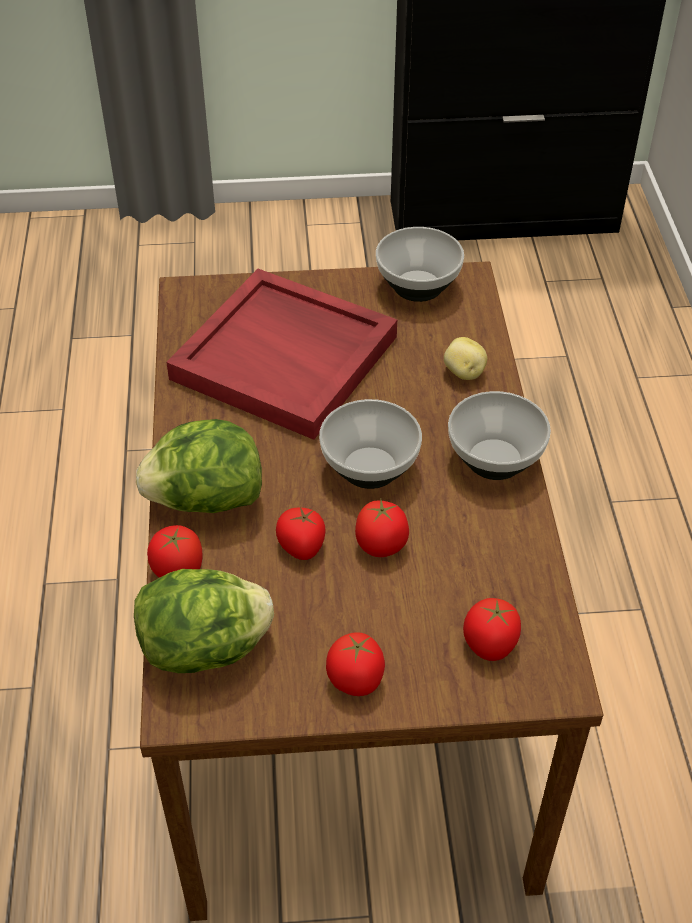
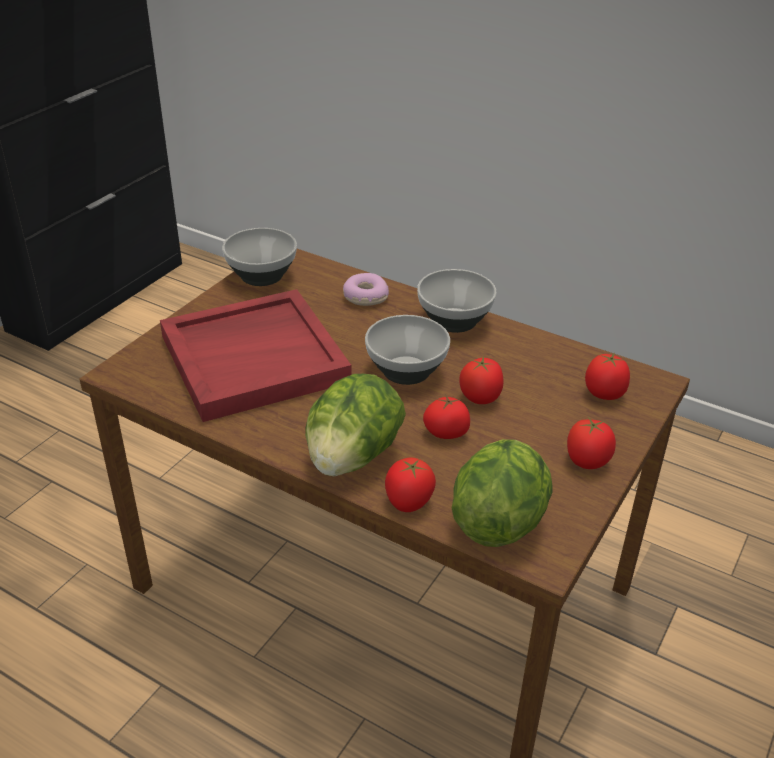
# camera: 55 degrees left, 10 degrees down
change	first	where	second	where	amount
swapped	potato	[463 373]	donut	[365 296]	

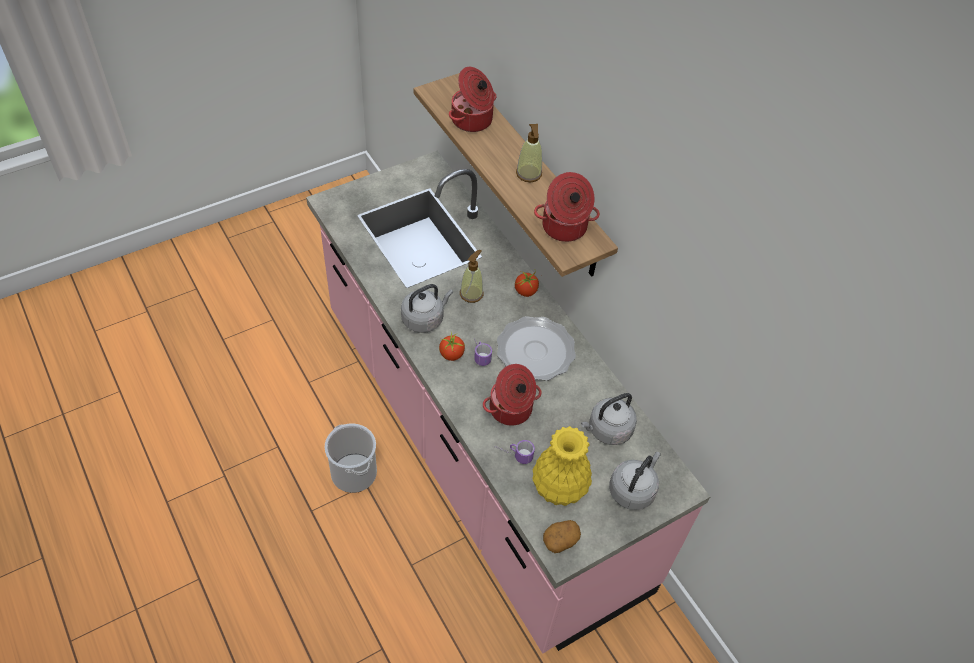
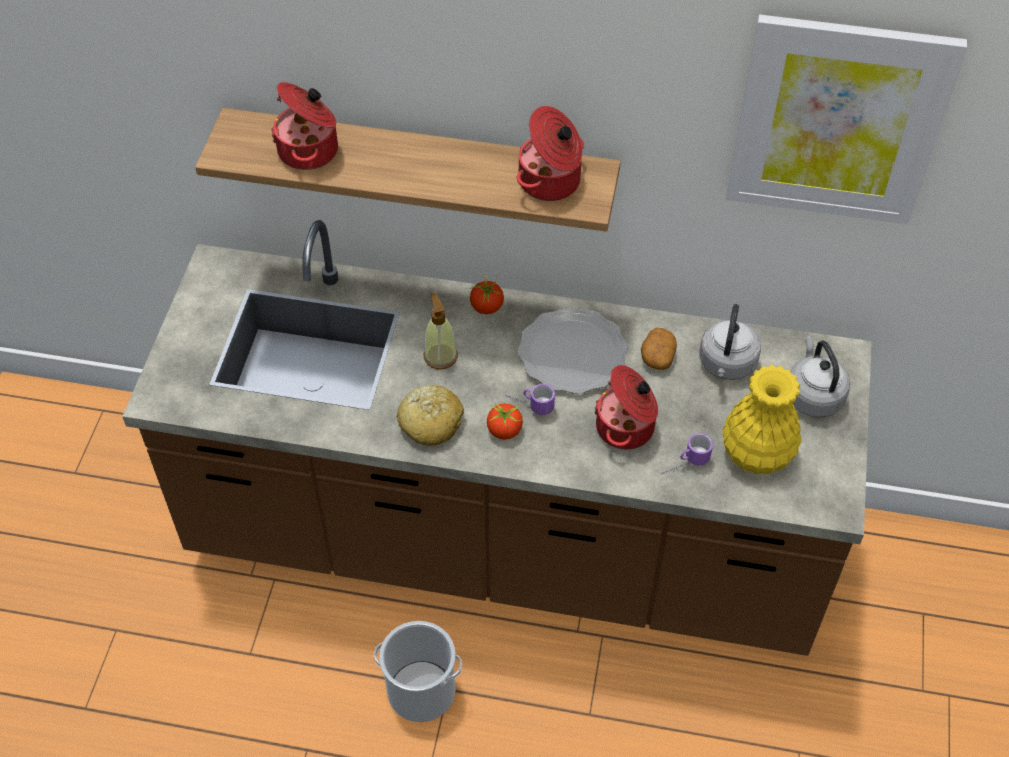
# camera: 45 degrees left, 0 degrees up
change	first	where	second	where	amount
gone	soap_dispenser	[528 174]			
repainted	pink_counter	[477 446]	brown_counter	[504 542]	
swapped	grey_kettle	[424 319]	bread	[431 422]	
shifted	potato	[560 540]		[657 356]	
new			picture	[837 121]	

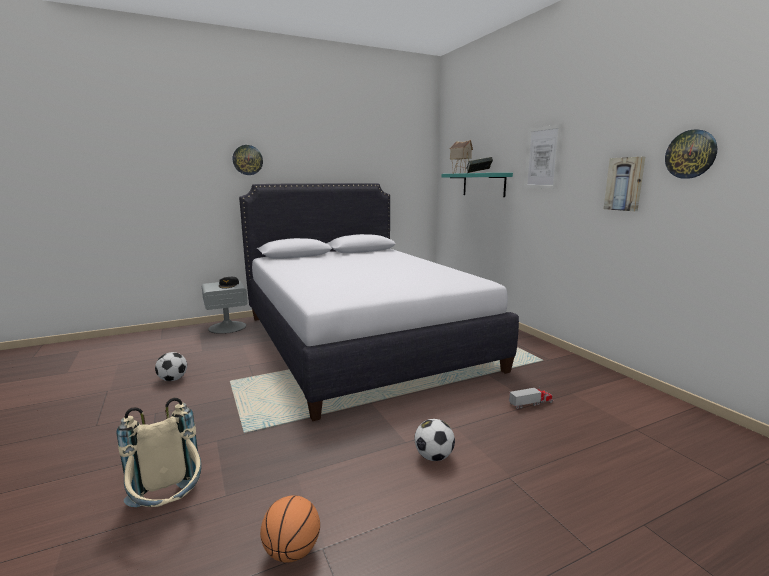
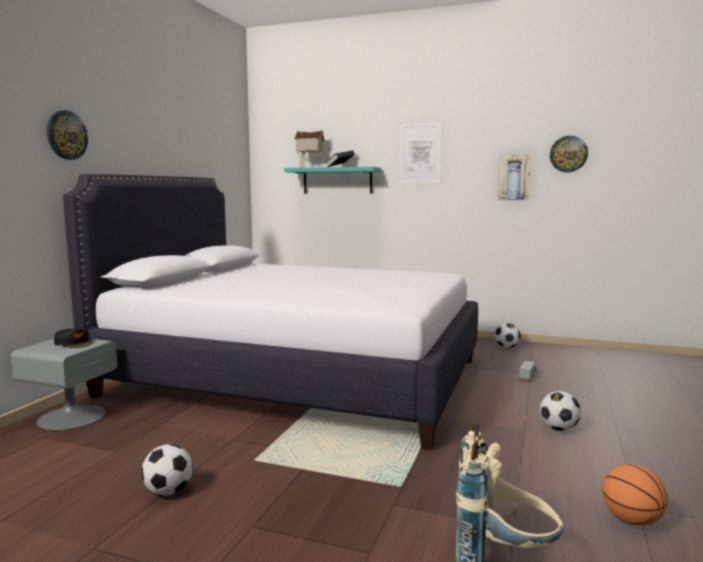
# camera: 45 degrees left, 5 degrees down
change	first	where	second	where	amount
new			football	[507 347]	

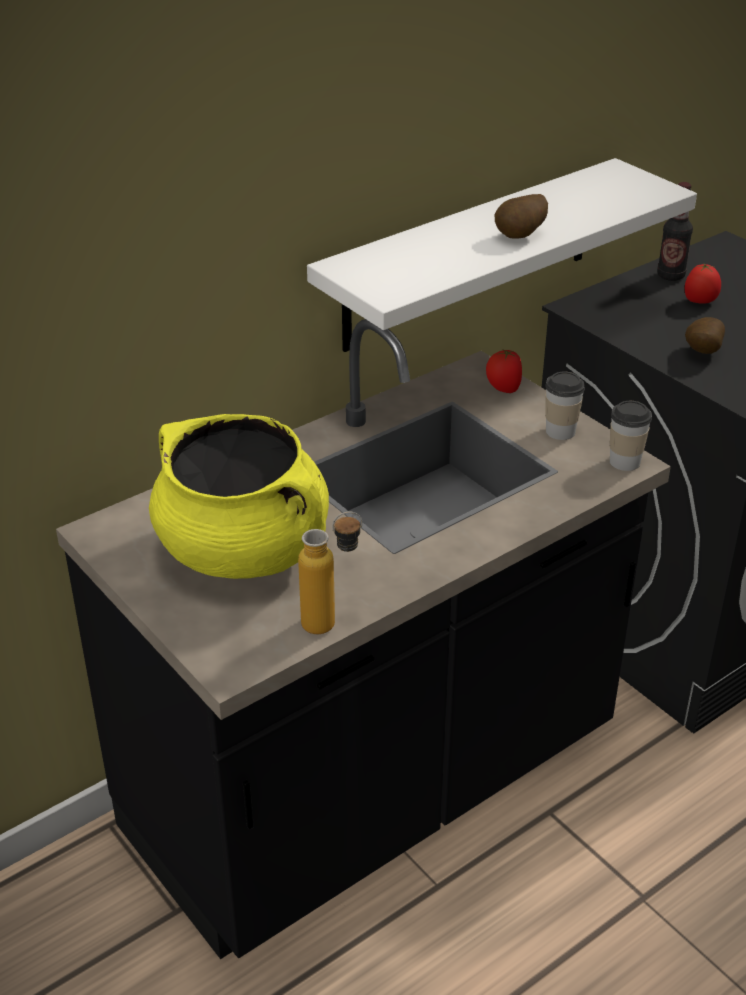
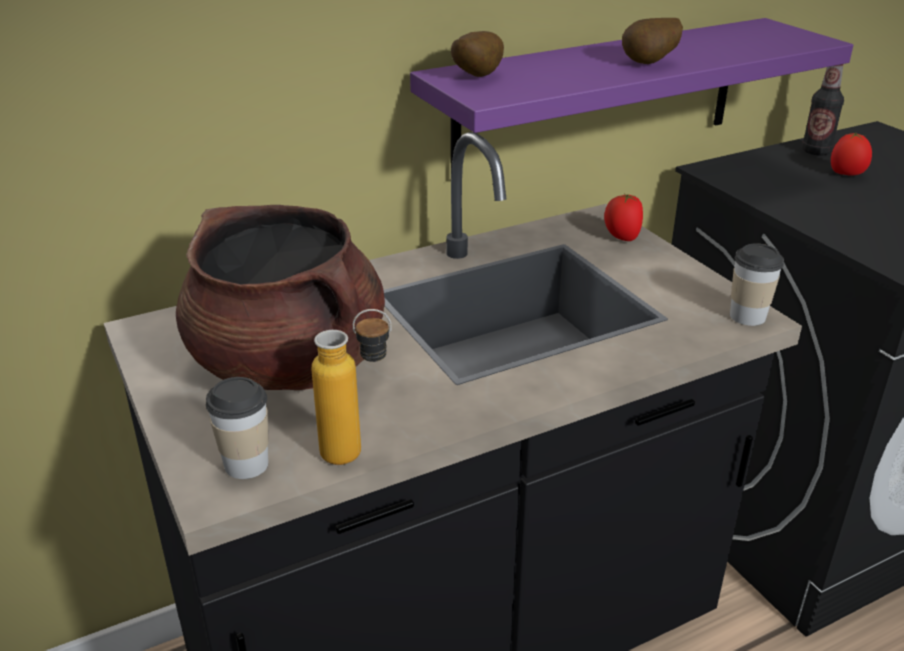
# camera: 10 degrees right, 5 degrees down
change	first	where	second	where	amount
repainted	white_shelf	[470 255]	purple_shelf	[599 97]	
shifted	potato	[701 353]		[475 77]	
shifted	cup	[560 431]		[246 464]	
repainted	yellow_cooking_pot	[244 551]	brown_cooking_pot	[290 364]	

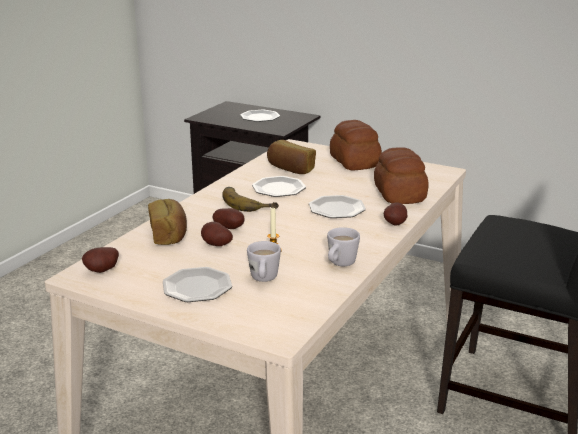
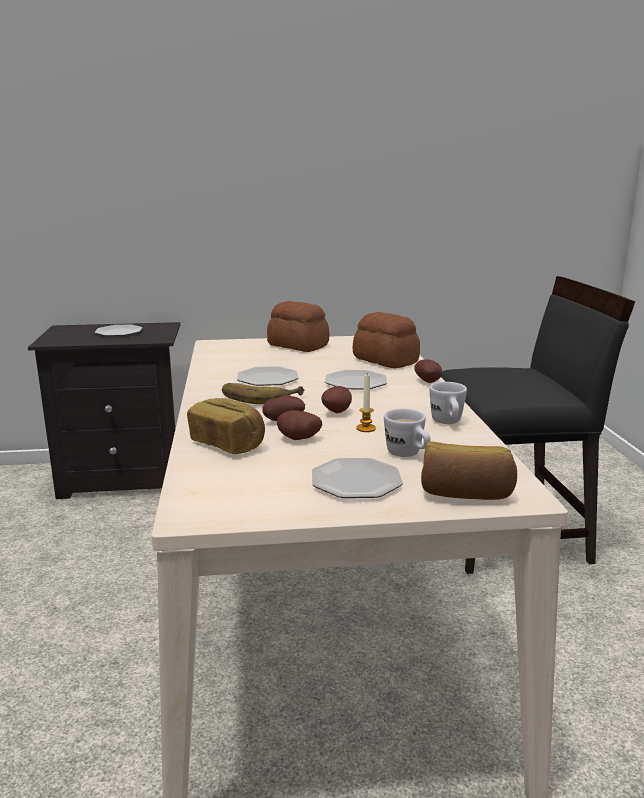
# camera: 35 degrees left, 5 degrees down
change	first	where	second	where	amount
shifted	bread	[290 169]		[465 493]	
shifted	potato	[103 271]		[338 412]	

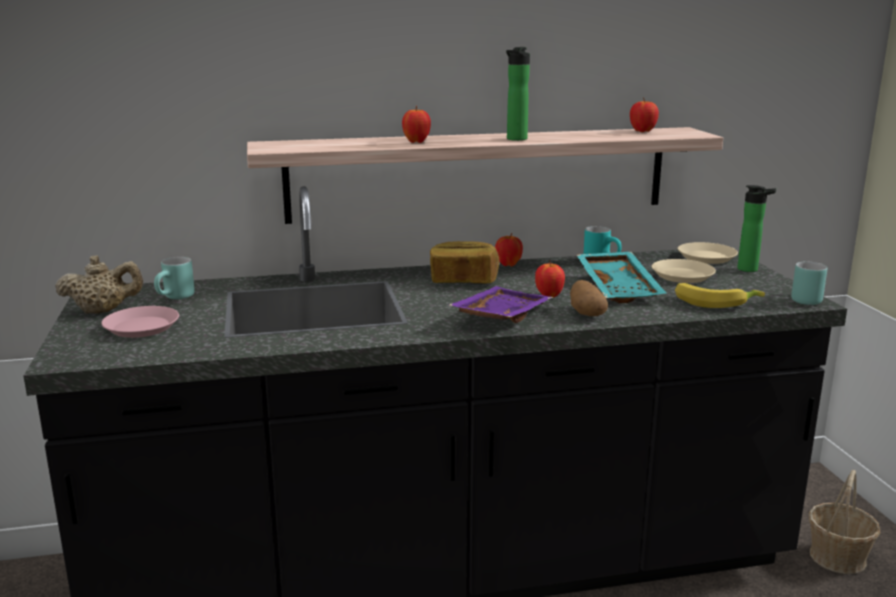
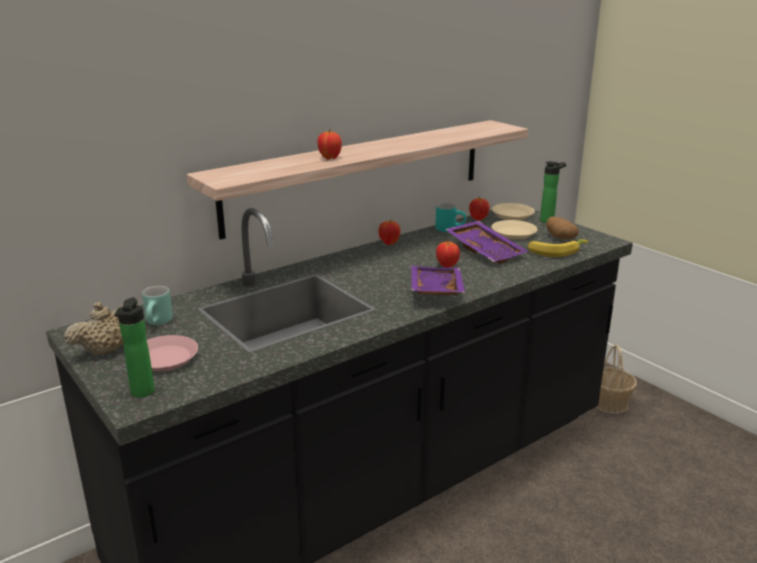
# camera: 25 degrees left, 5 degrees up
change	first	where	second	where	amount
shifted	bottle	[515 139]		[141 393]	
shifted	apple	[642 131]		[478 219]	
gone	bread	[463 280]			
repainted	turquoise_tray	[620 288]	purple_tray	[486 250]	
gone	turquoise_mug	[803 299]			
shifted	potato	[586 313]		[559 237]	

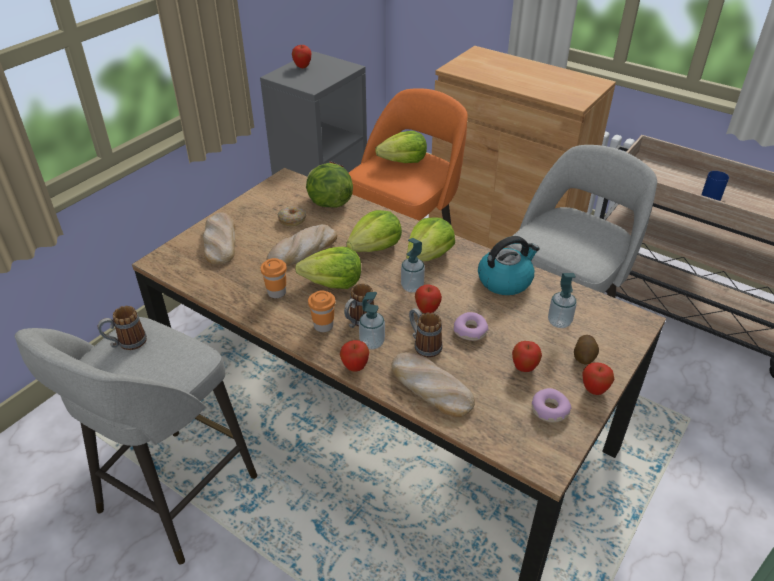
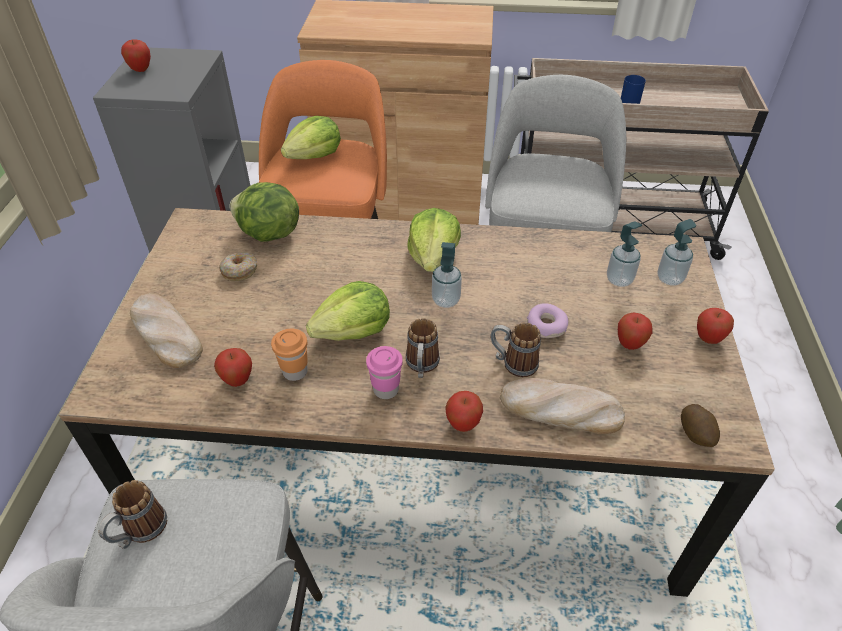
# camera: 30 degrees left, 5 degrees up
change	first	where	second	where	amount
gone	lettuce	[375 247]			
gone	bread	[302 250]			
gone	kettle	[505 280]			
shifted	apple	[427 310]		[238 380]	
repainted	orange_cup	[323 326]	pink_cup	[386 390]	
shifted	soap_dispenser	[372 343]		[670 278]	
shifted	potato	[584 357]		[696 433]	
gone	donut	[549 410]			

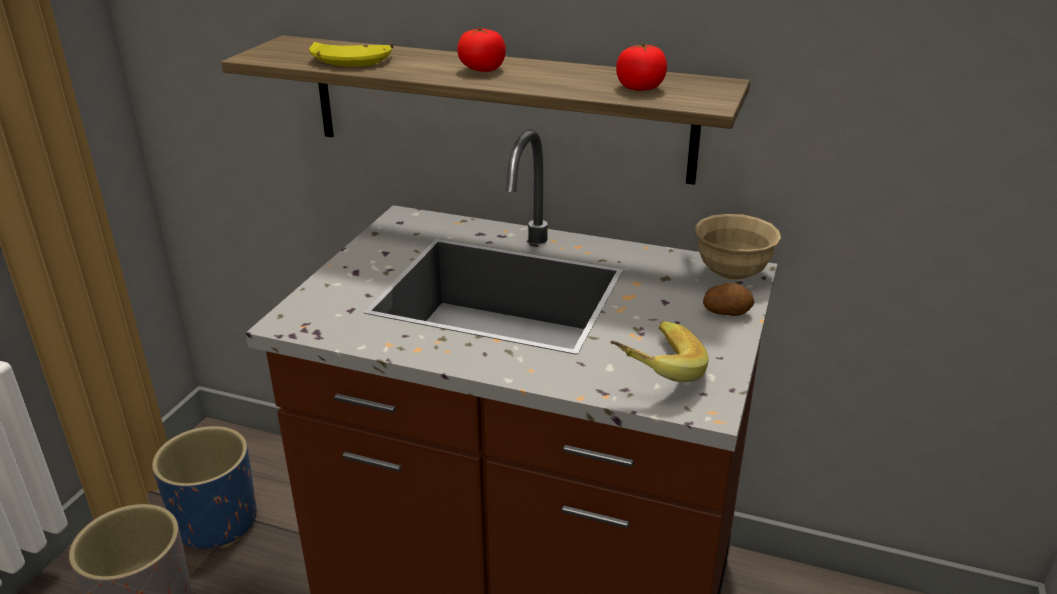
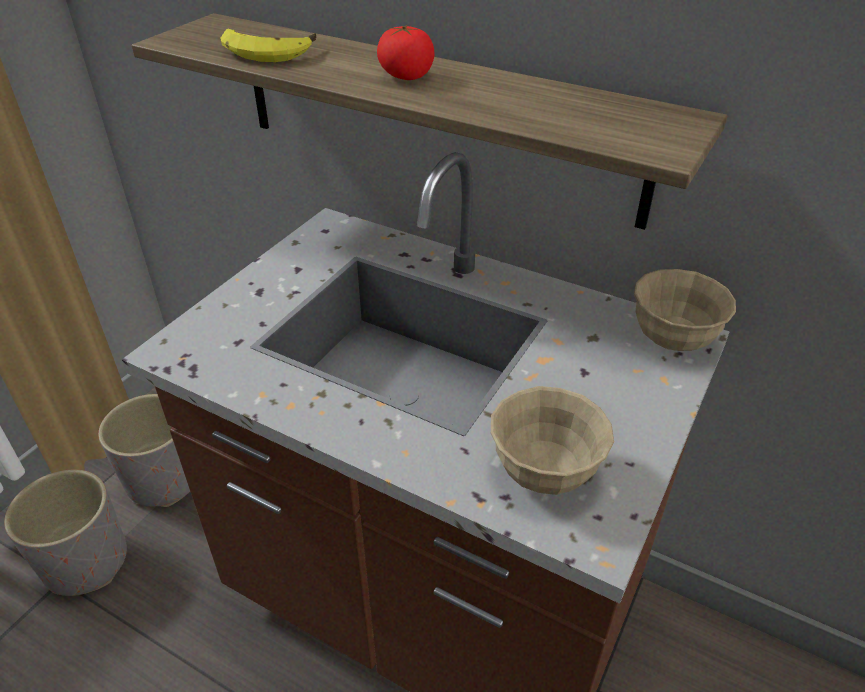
# camera: 10 degrees right, 10 degrees up
change	first	where	second	where	amount
gone	tomato	[640 88]			
gone	potato	[726 311]			
swapped	banana	[652 370]	beige_bowl	[544 473]	
repainted	blue_planter	[215 523]	grey_planter	[163 480]	

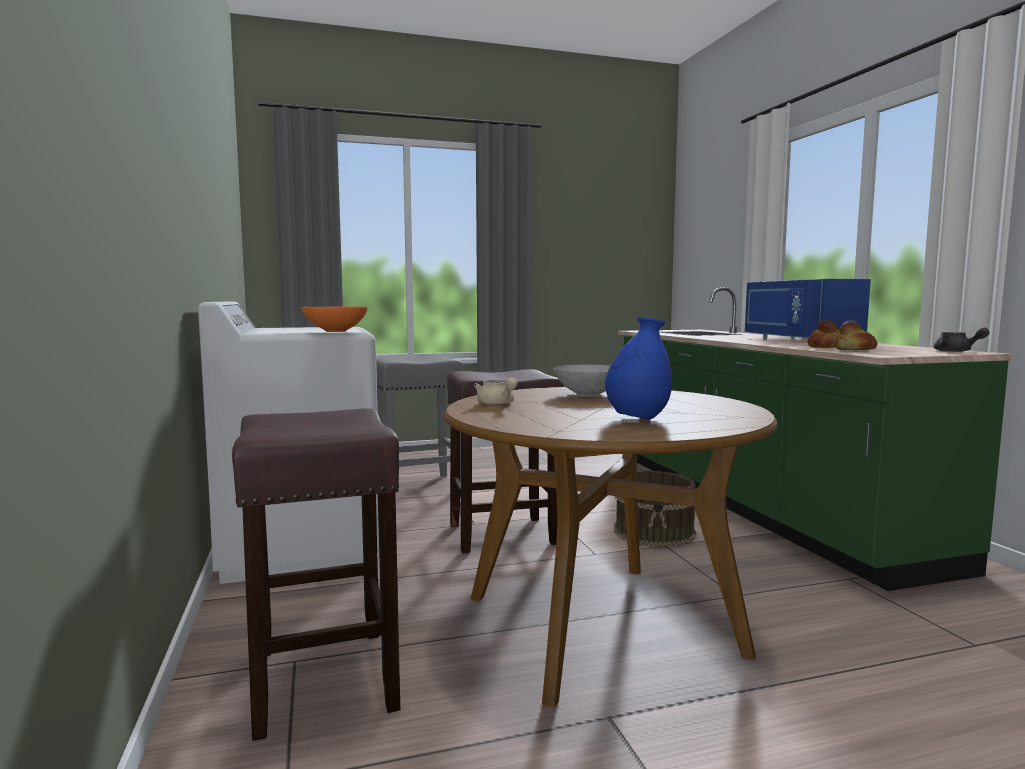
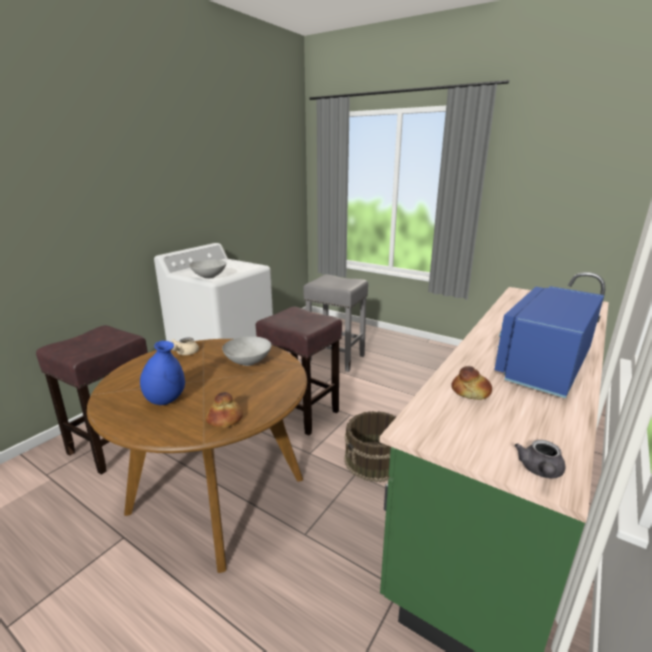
# camera: 50 degrees right, 15 degrees up
change	first	where	second	where	amount
repainted	orange_bowl	[335 331]	grey_bowl	[209 277]	
shifted	bread	[854 350]		[225 420]	

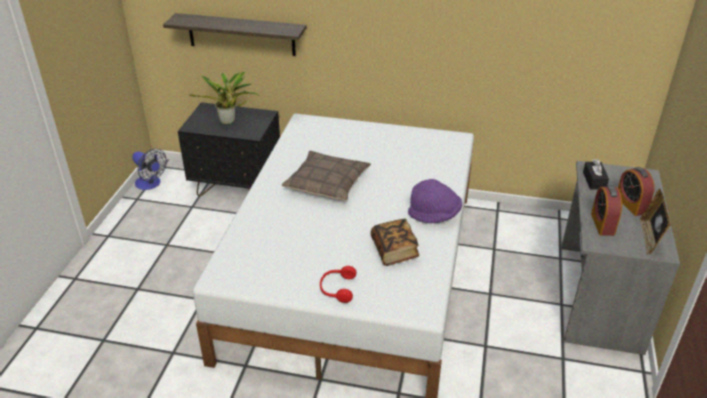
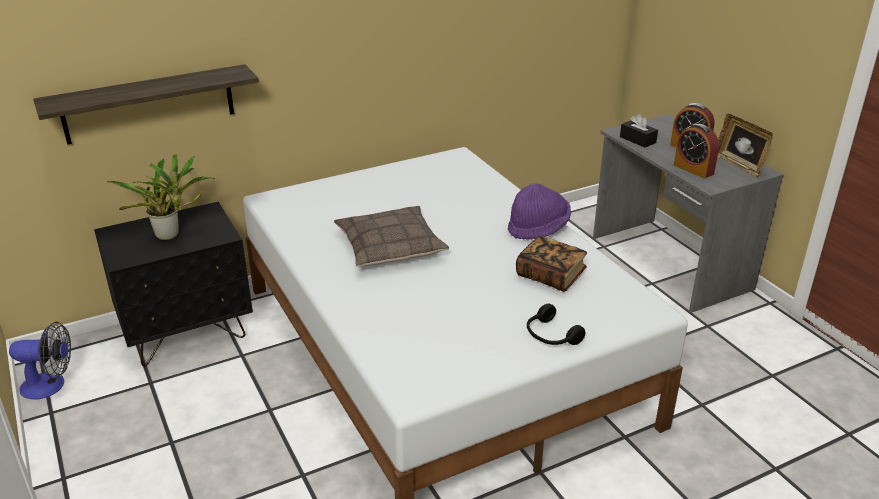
# camera: 40 degrees left, 5 degrees down
change	first	where	second	where	amount
repainted	red_headphones	[337 288]	black_headphones	[550 336]	

